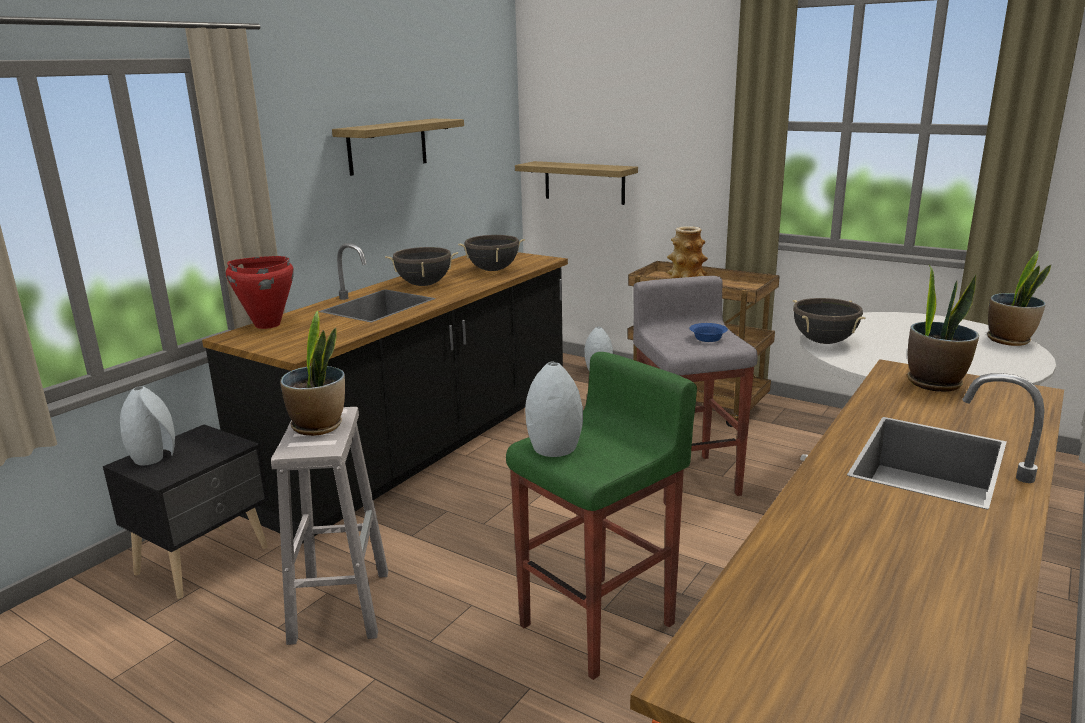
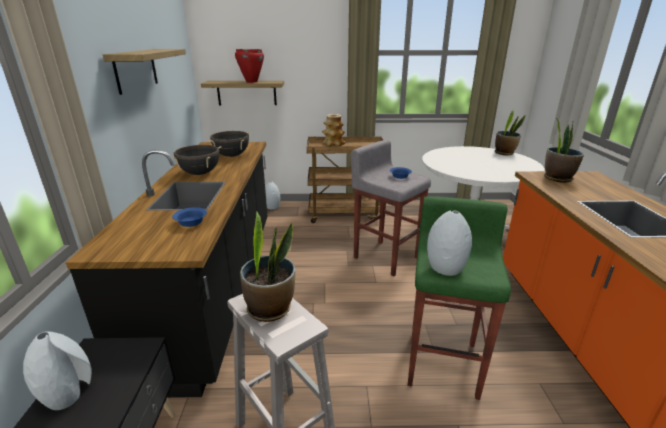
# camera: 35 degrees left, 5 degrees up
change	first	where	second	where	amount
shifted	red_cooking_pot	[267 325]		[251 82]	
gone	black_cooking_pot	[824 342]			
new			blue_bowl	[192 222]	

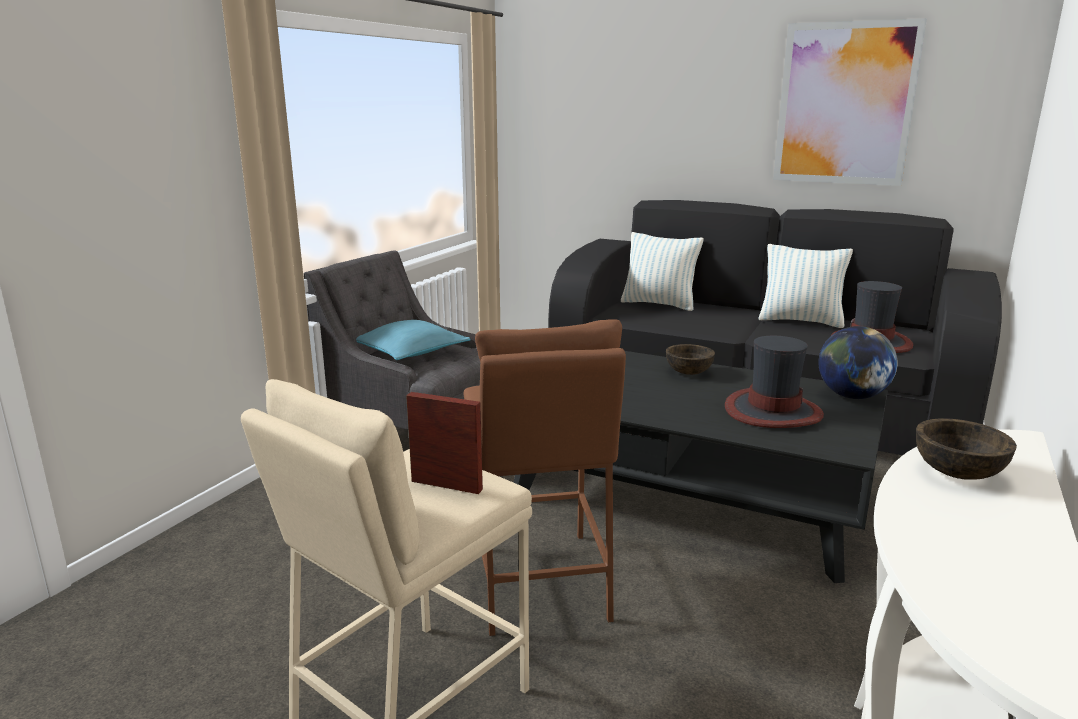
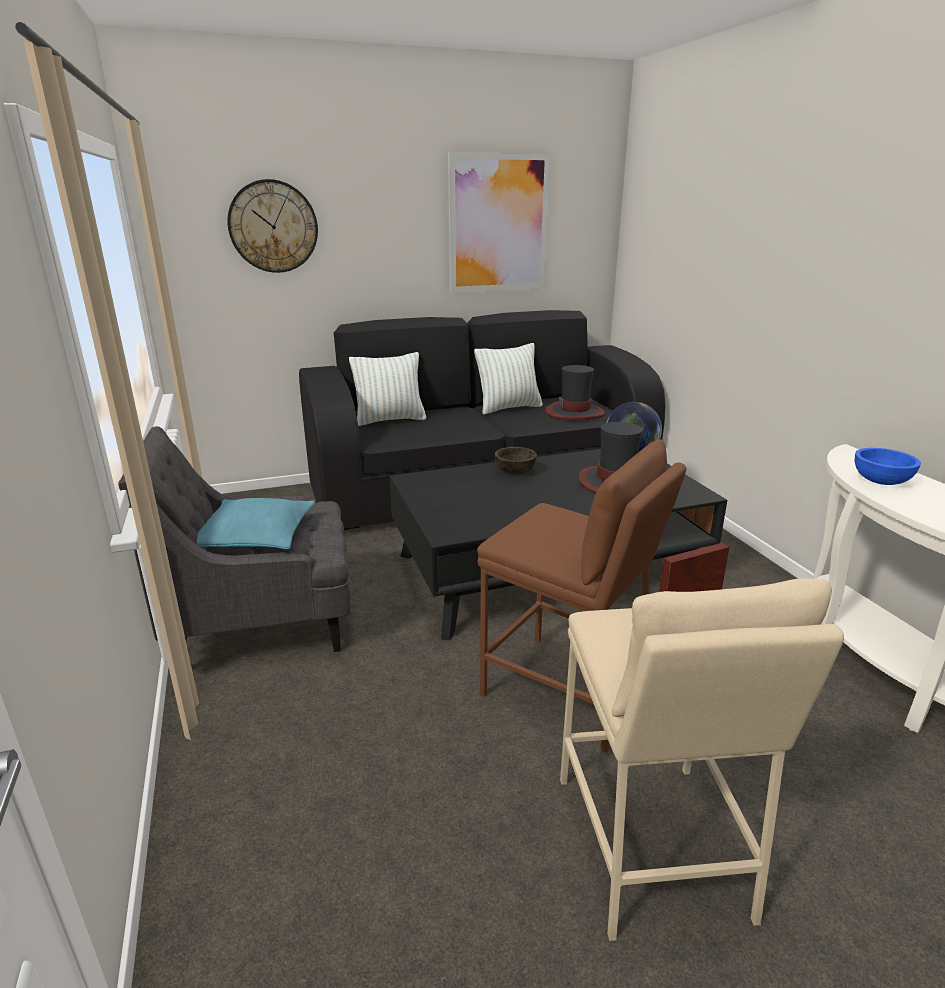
# camera: 45 degrees left, 5 degrees up
change	first	where	second	where	amount
repainted	brown_bowl	[957 472]	blue_bowl	[880 481]	
new			wall_clock	[273 226]	

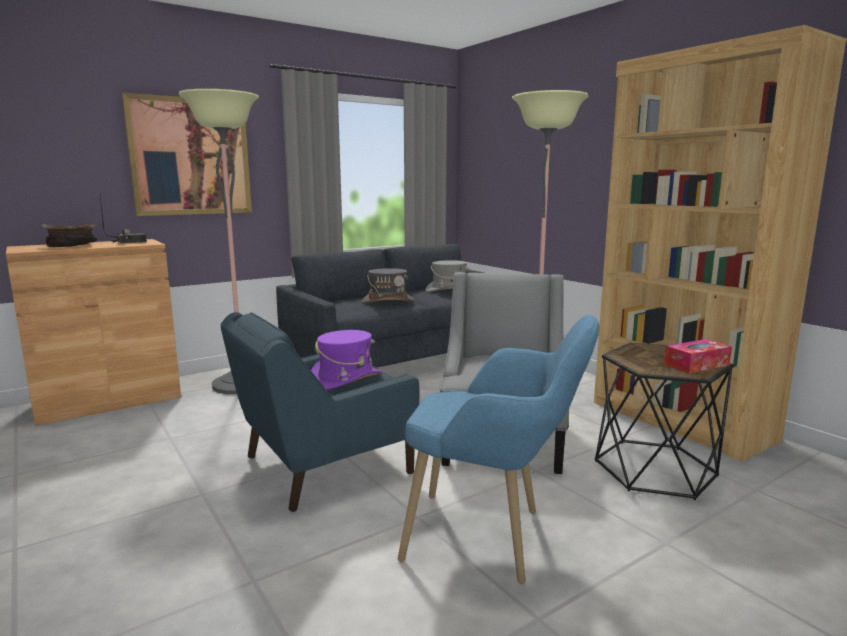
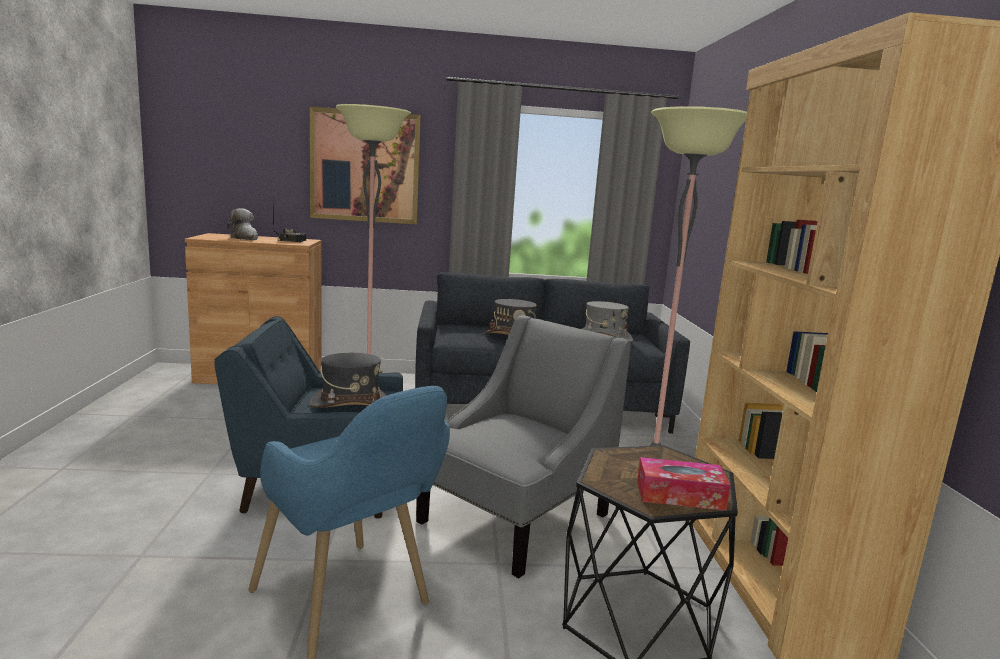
# camera: 30 degrees right, 0 degrees up
change	first	where	second	where	amount
swapped	brown_bowl	[74 246]	plush_toy	[245 238]	
repainted	purple_hat	[346 379]	grey_hat	[350 403]	

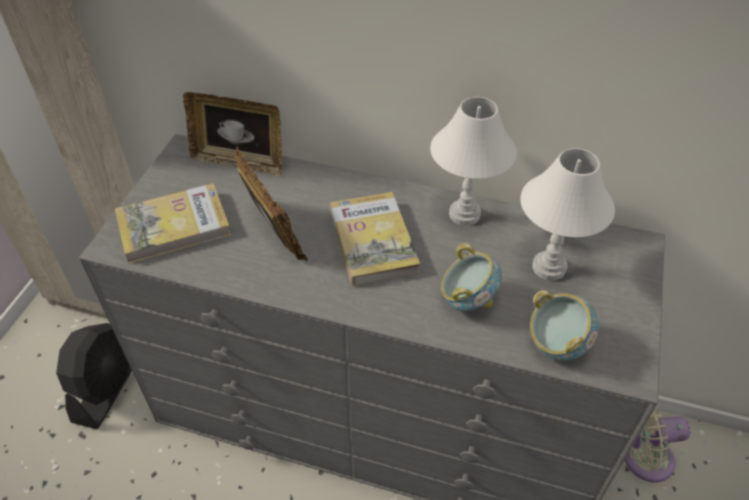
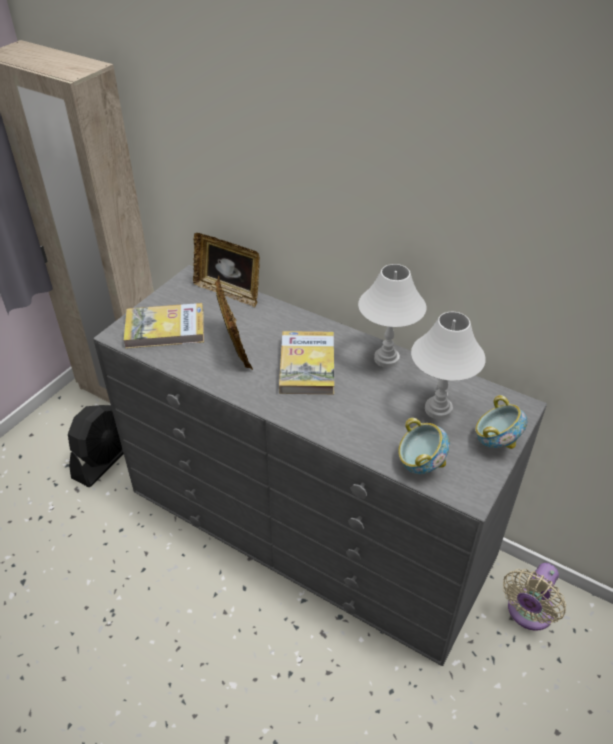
# camera: 15 degrees right, 5 degrees down
change	first	where	second	where	amount
shifted	bowl	[467 300]		[496 442]	
rotated	beige_fan	[642 459]		[528 613]	60 degrees counterclockwise

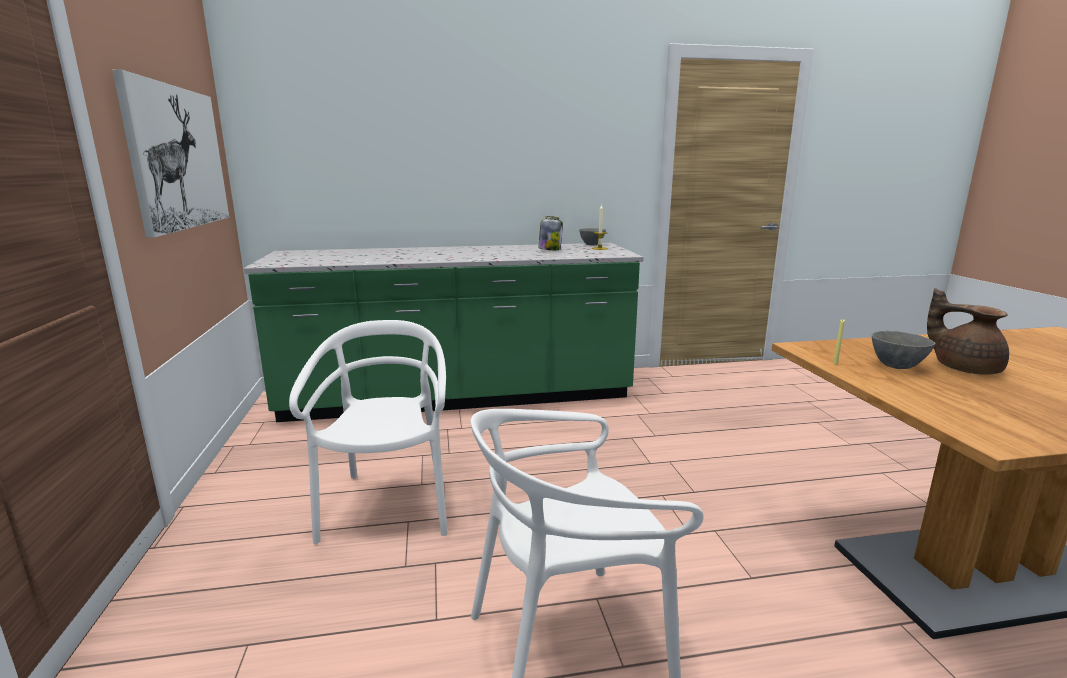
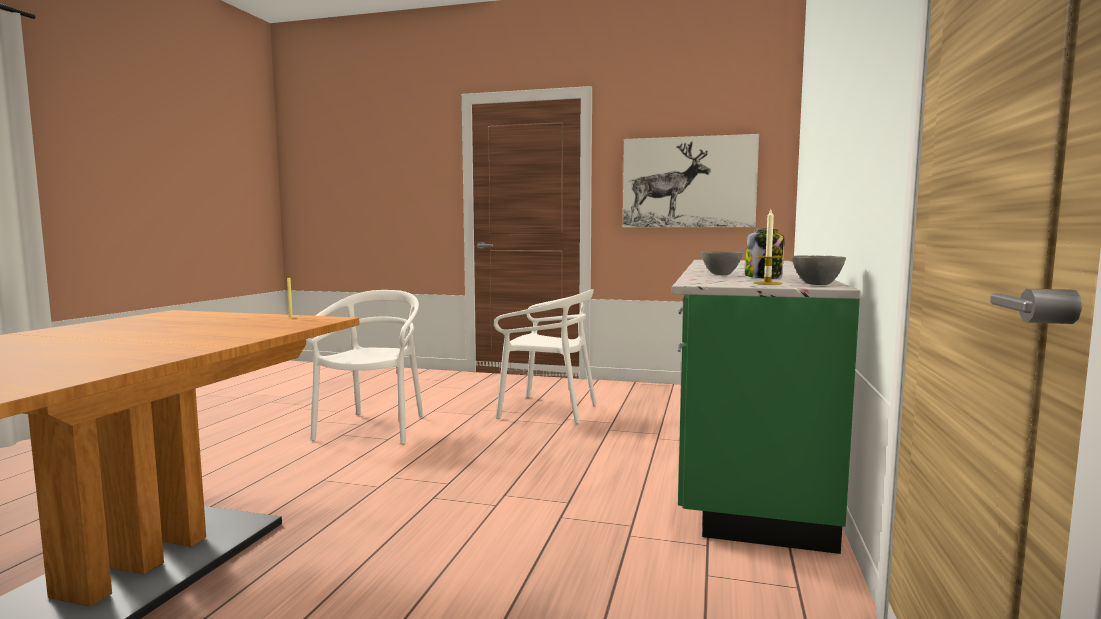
# camera: 115 degrees right, 10 degrees down
change	first	where	second	where	amount
gone	brown_teapot	[964 368]			
shifted	grey_bowl	[897 366]		[721 275]	

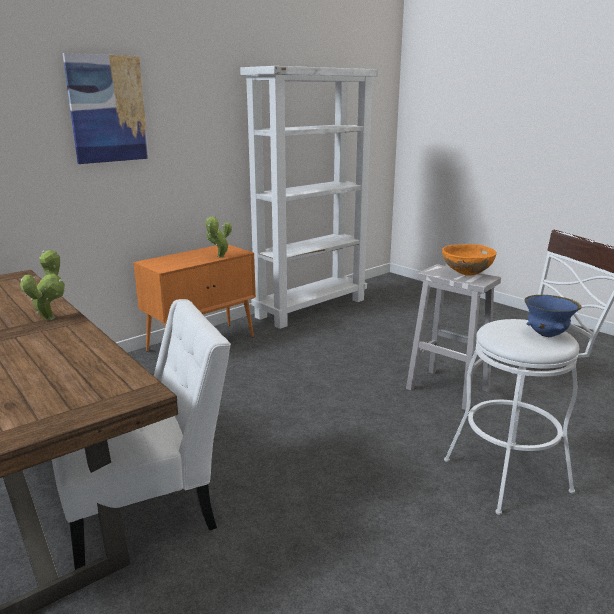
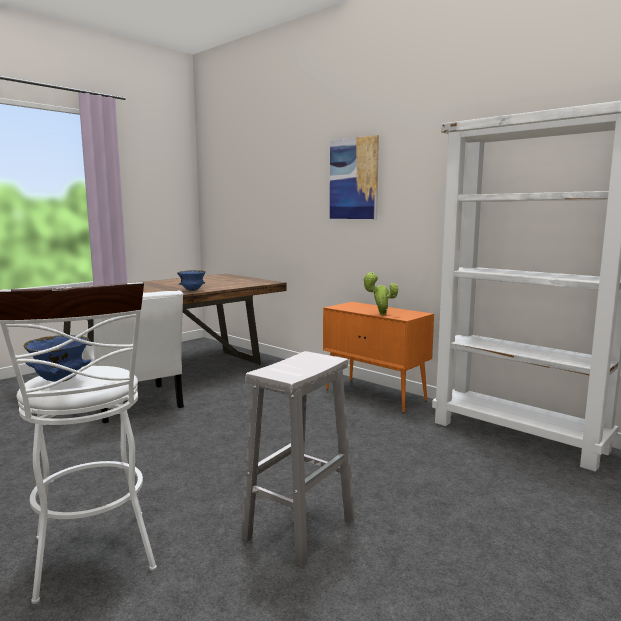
# camera: 85 degrees right, 10 degrees down
change	first	where	second	where	amount
gone	orange_bowl	[466 274]			
swapped	potted_plant	[50 317]	blue_bowl	[192 290]	

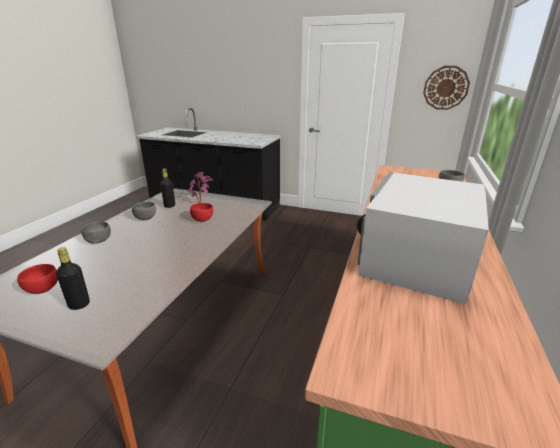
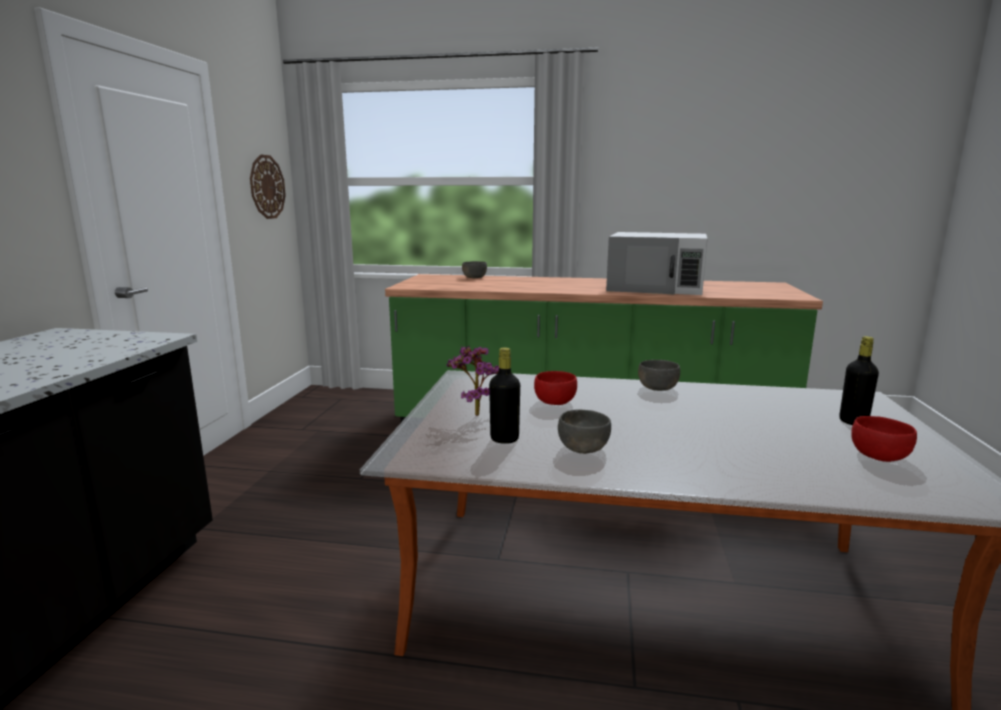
# camera: 100 degrees left, 10 degrees down
change	first	where	second	where	amount
shifted	grey_bowl	[99 240]		[657 388]	

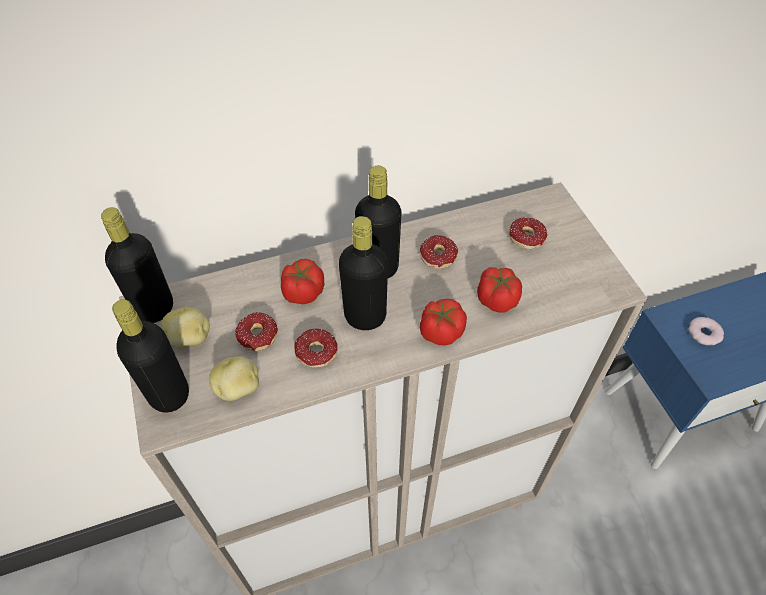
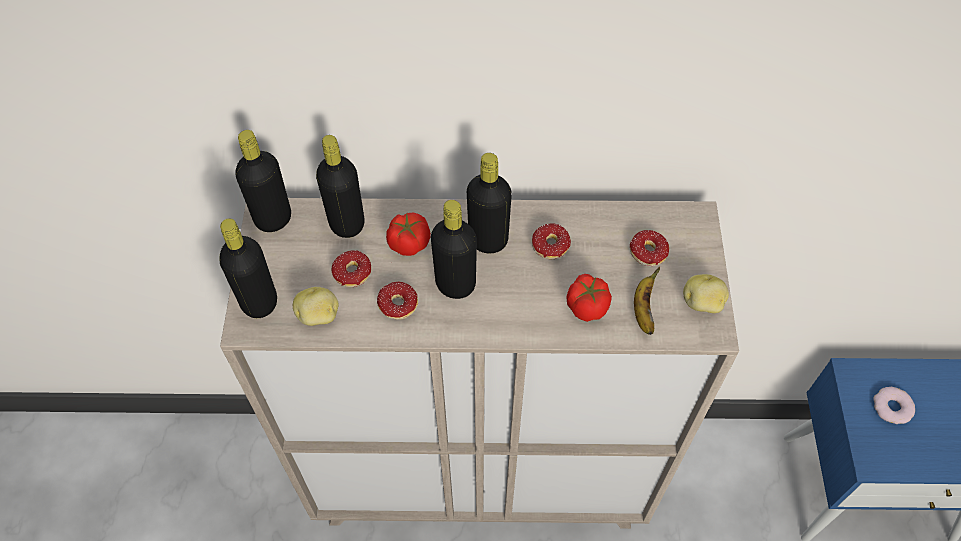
# camera: 20 degrees right, 5 degrees up
change	first	where	second	where	amount
gone	tomato	[441 332]			
shifted	potato	[190 338]		[702 303]	
new			black_bottle	[347 224]	
new			banana	[643 309]	

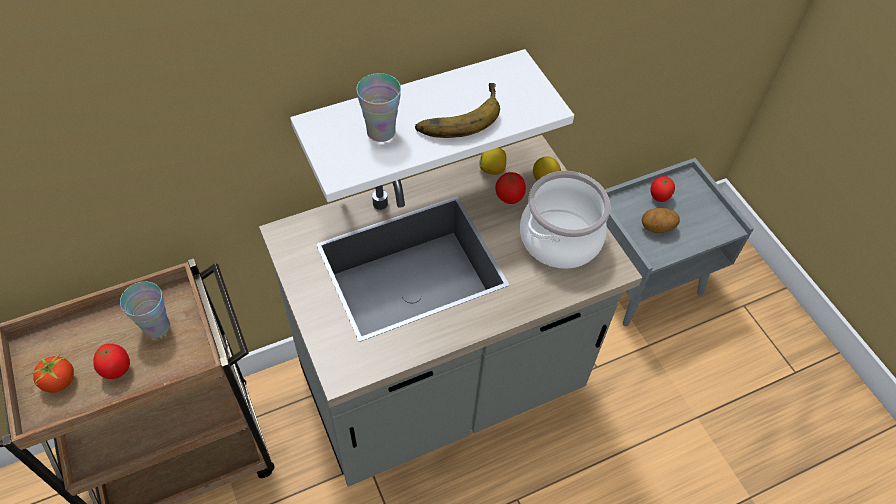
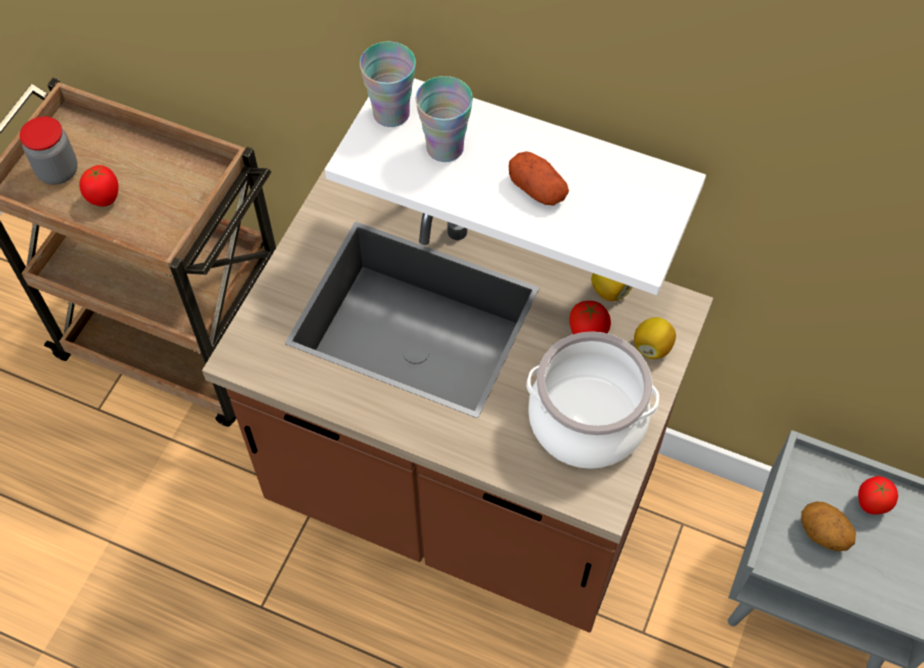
# camera: 50 degrees right, 5 degrees up
change	first	where	second	where	amount
swapped	banana	[457 115]	potato	[537 189]	
repainted	grey_counter	[441 386]	brown_counter	[462 495]	
shifted	cup	[156 326]		[391 113]	
swapped	tomato	[59 381]	jar	[58 171]	

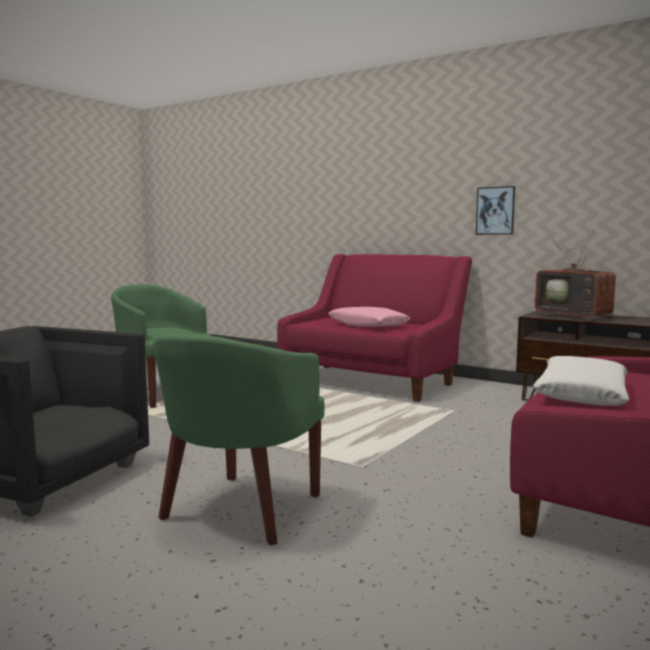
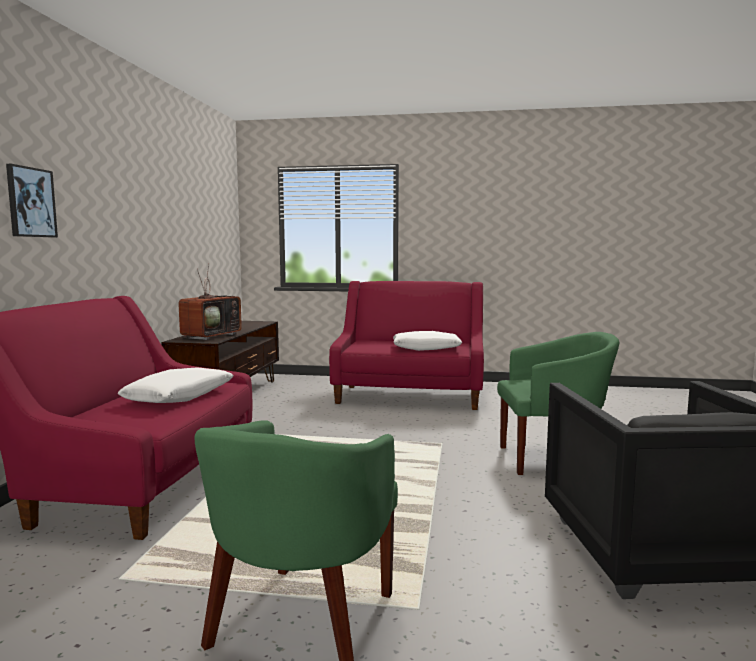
# camera: 115 degrees left, 0 degrees up
change	first	where	second	where	amount
shifted	picture	[495 210]		[30 202]	
repainted	pink_pillow	[368 325]	white_pillow	[179 396]	

